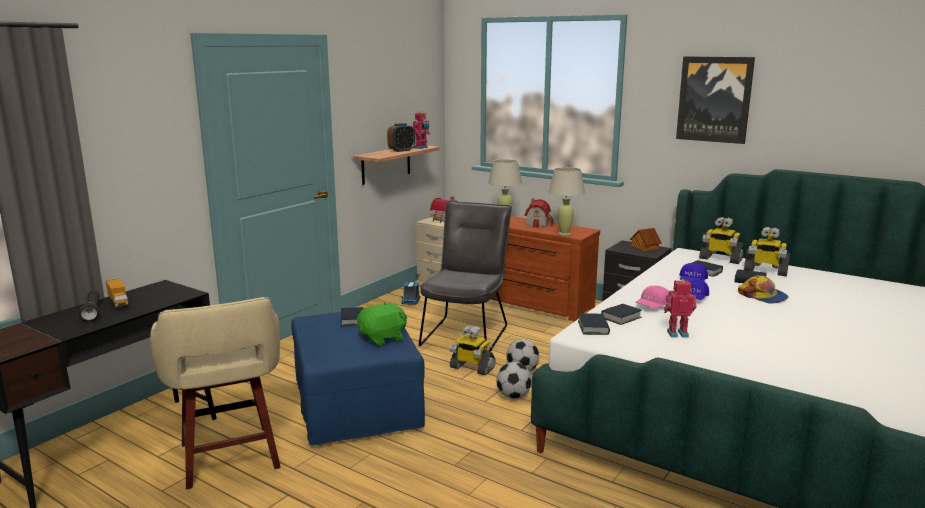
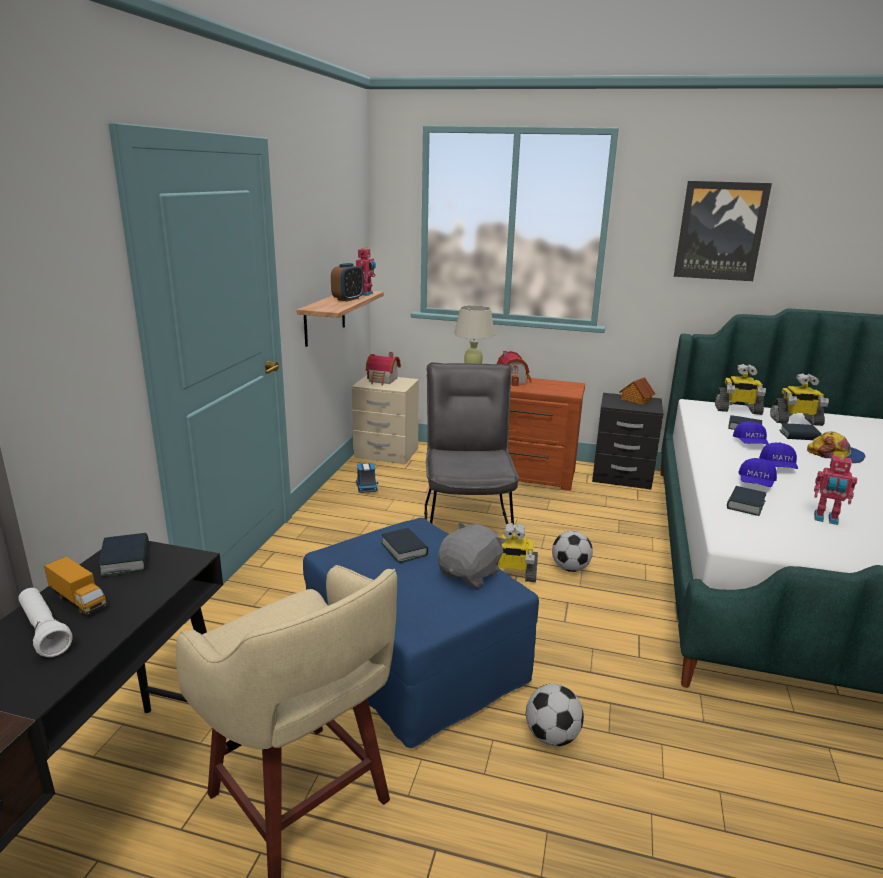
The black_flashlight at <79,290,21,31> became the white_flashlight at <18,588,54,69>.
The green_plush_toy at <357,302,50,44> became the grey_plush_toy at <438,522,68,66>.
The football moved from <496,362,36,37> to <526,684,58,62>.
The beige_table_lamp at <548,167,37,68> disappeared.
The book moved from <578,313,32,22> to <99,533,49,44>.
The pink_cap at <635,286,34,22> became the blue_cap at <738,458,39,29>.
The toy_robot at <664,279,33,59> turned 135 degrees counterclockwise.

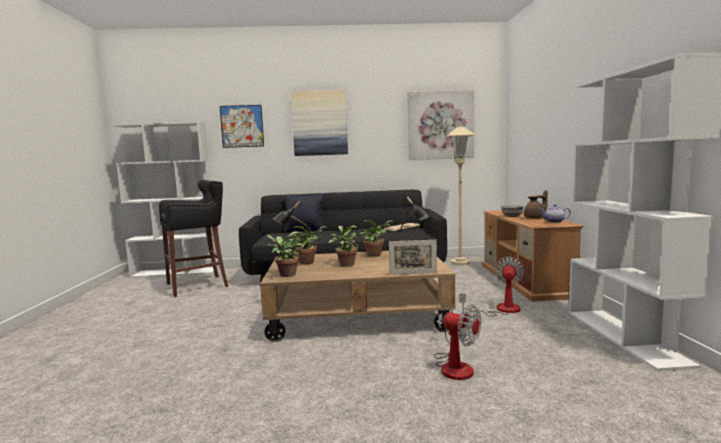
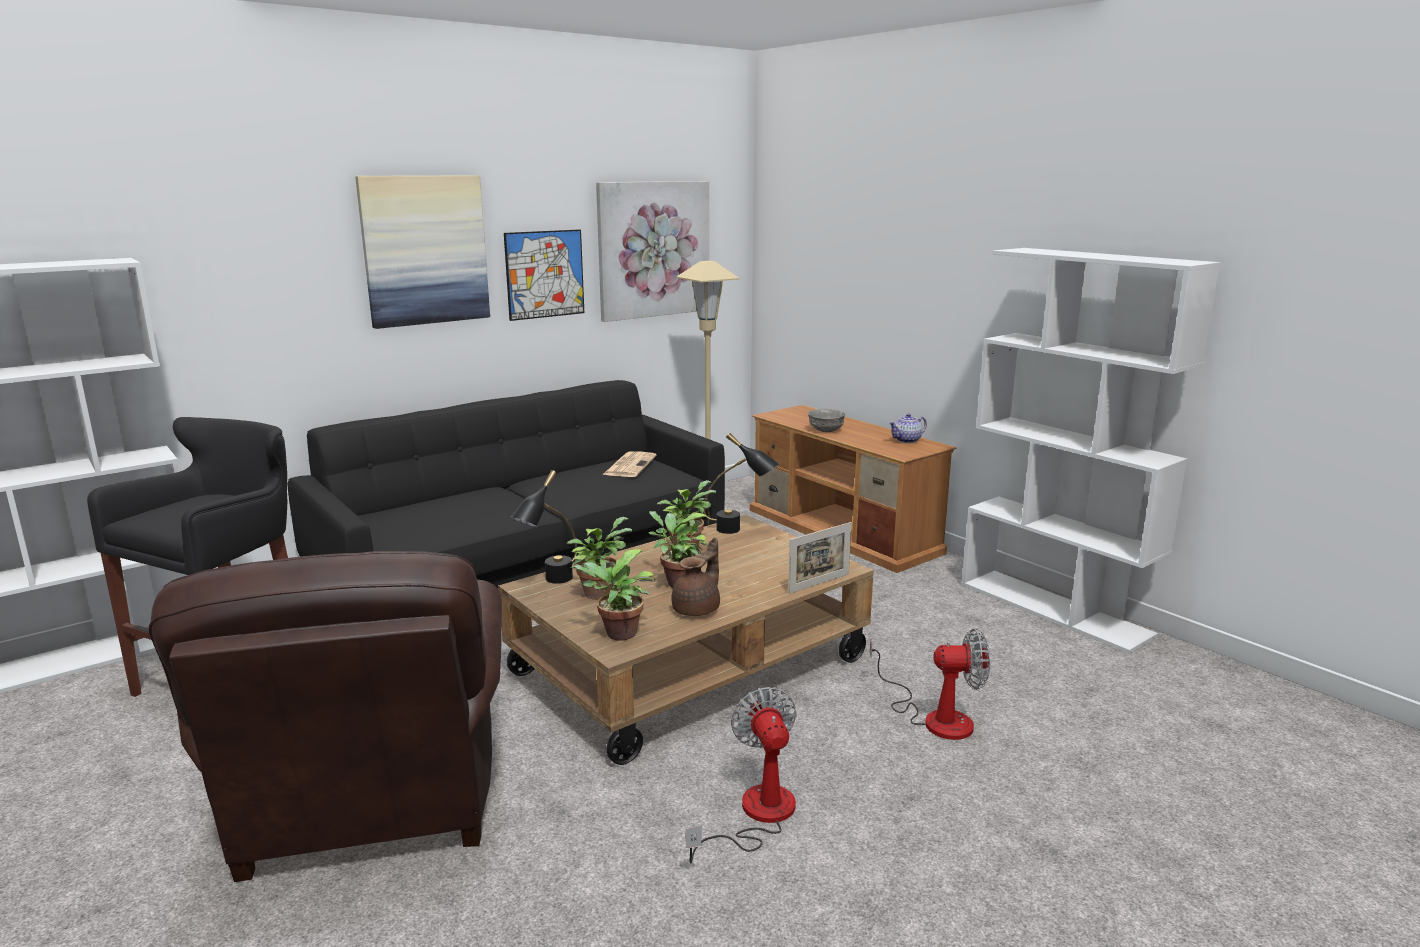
The picture moved from <220,105,44,43> to <504,229,80,92>.
The black_pillow at <284,194,41,38> disappeared.
The fan moved from <459,257,66,59> to <685,687,112,177>.
The brown_teapot moved from <524,190,24,29> to <671,537,49,79>.
The brown_armchair at <149,551,353,331> appeared.

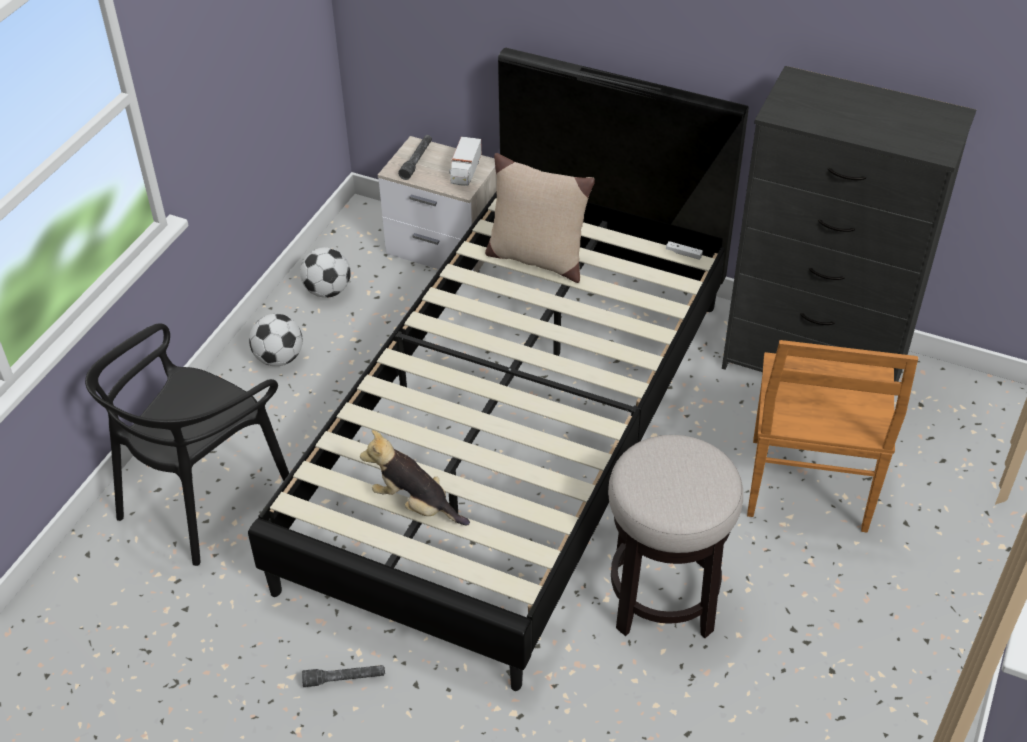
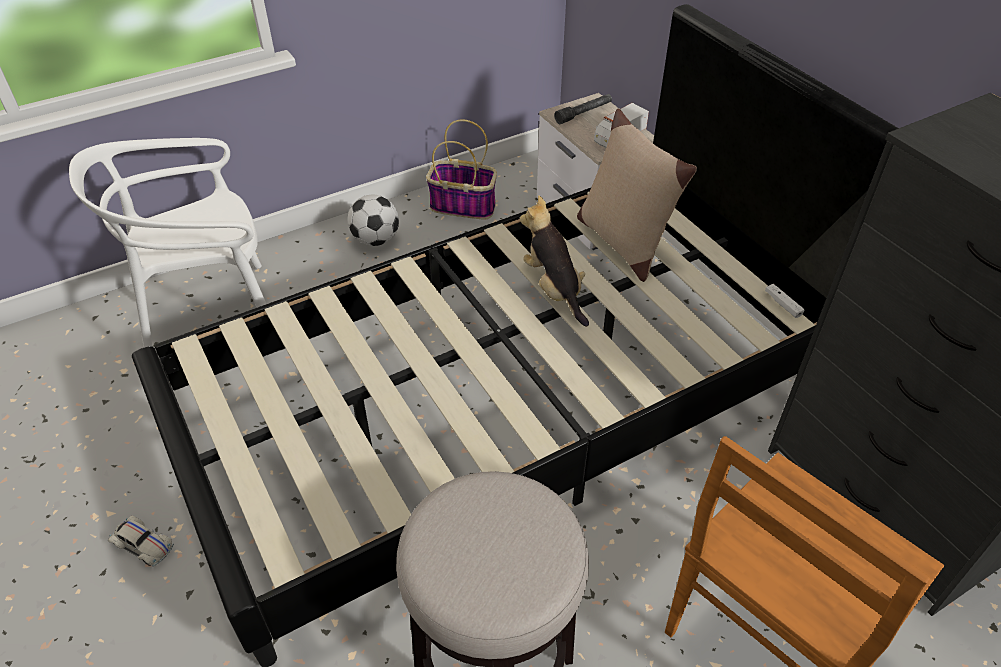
The black_chair at <85,323,204,243> became the white_chair at <69,138,197,210>.
The football at <300,247,51,51> was replaced by the basket at <426,119,71,100>.
The grey_flashlight at <302,665,83,22> was replaced by the white_toy_car at <108,515,66,52>.
The plush_toy moved from <360,430,110,95> to <520,195,69,132>.

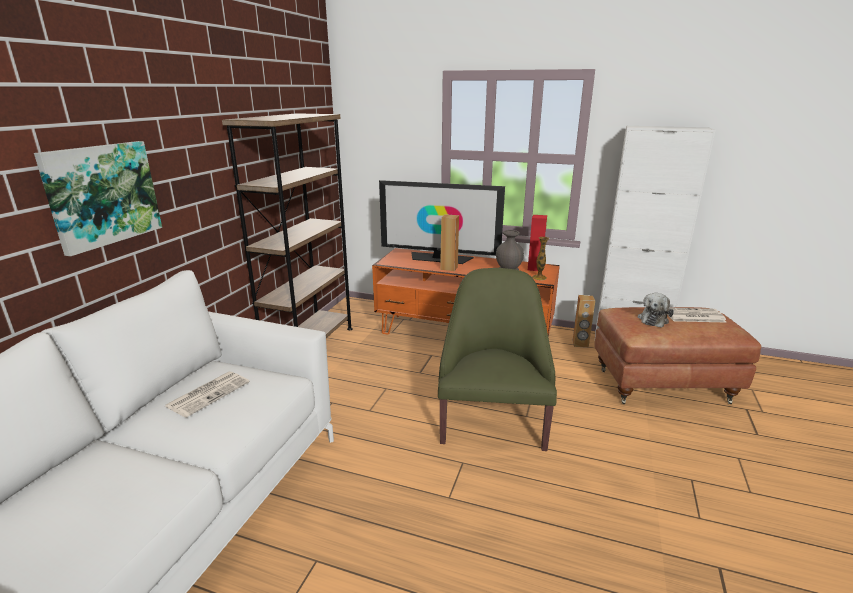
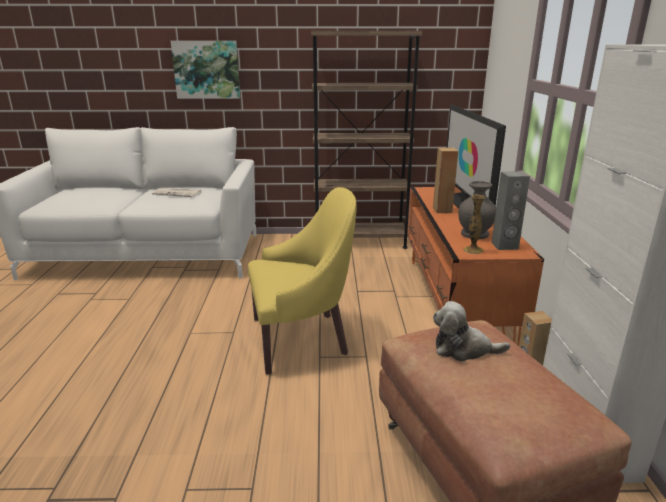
The green_armchair at <438,268,119,183> became the yellow_armchair at <248,187,109,188>.
The red_speaker at <528,215,19,56> became the grey_speaker at <492,171,38,79>.
The newspaper at <667,308,60,15> disappeared.

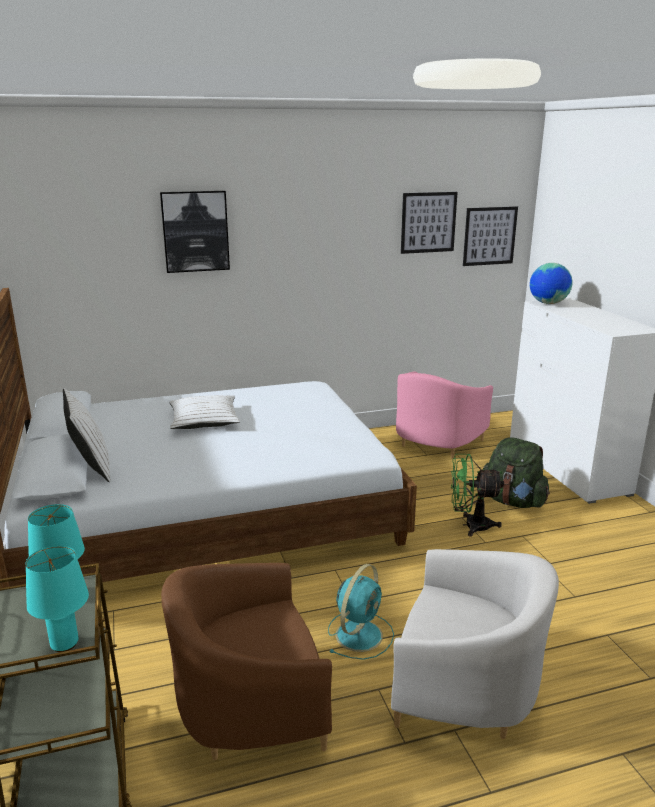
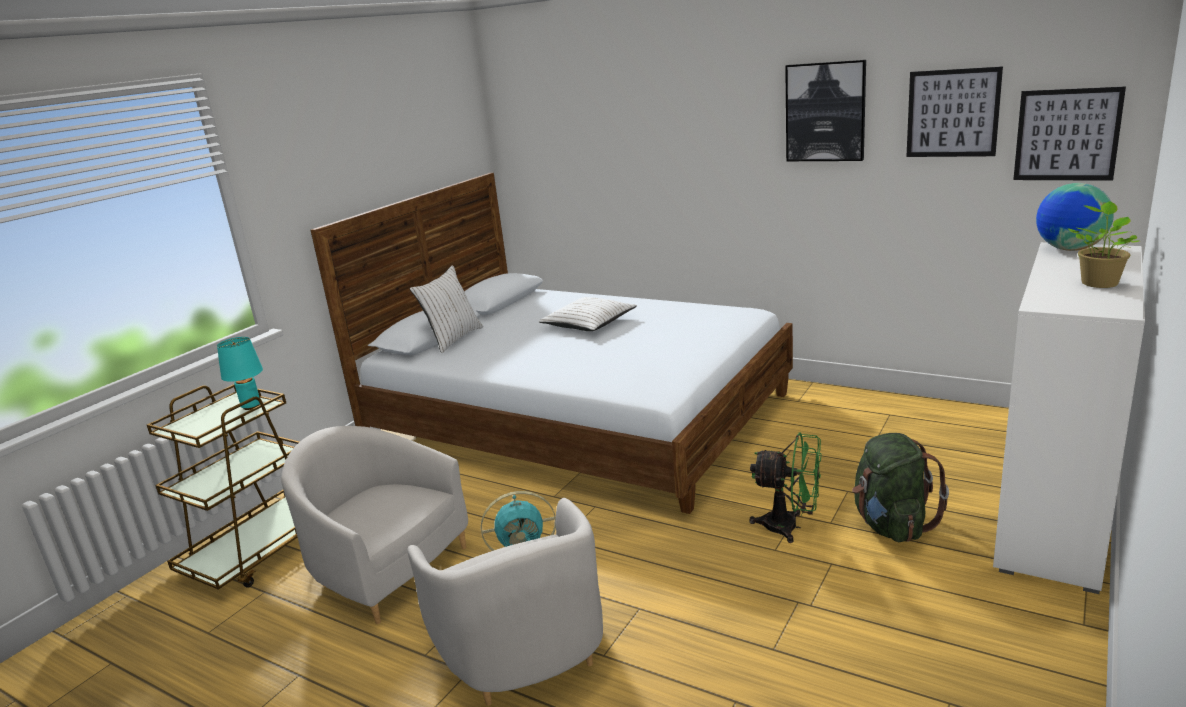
The turquoise_table_lamp at <25,545,64,107> disappeared.
The picture moved from <160,191,70,82> to <785,60,81,101>.
The brown_armchair at <161,563,171,197> became the white_armchair at <281,426,187,198>.
The pink_armchair at <396,372,97,87> disappeared.
The green_fan at <451,454,53,83> turned 150 degrees clockwise.
The potted_plant at <1067,201,73,87> appeared.

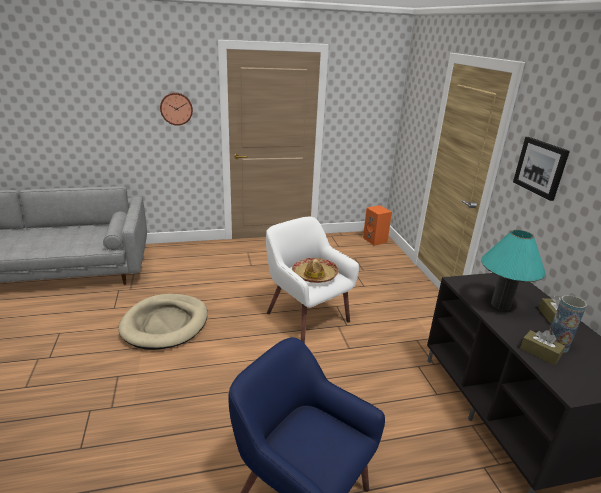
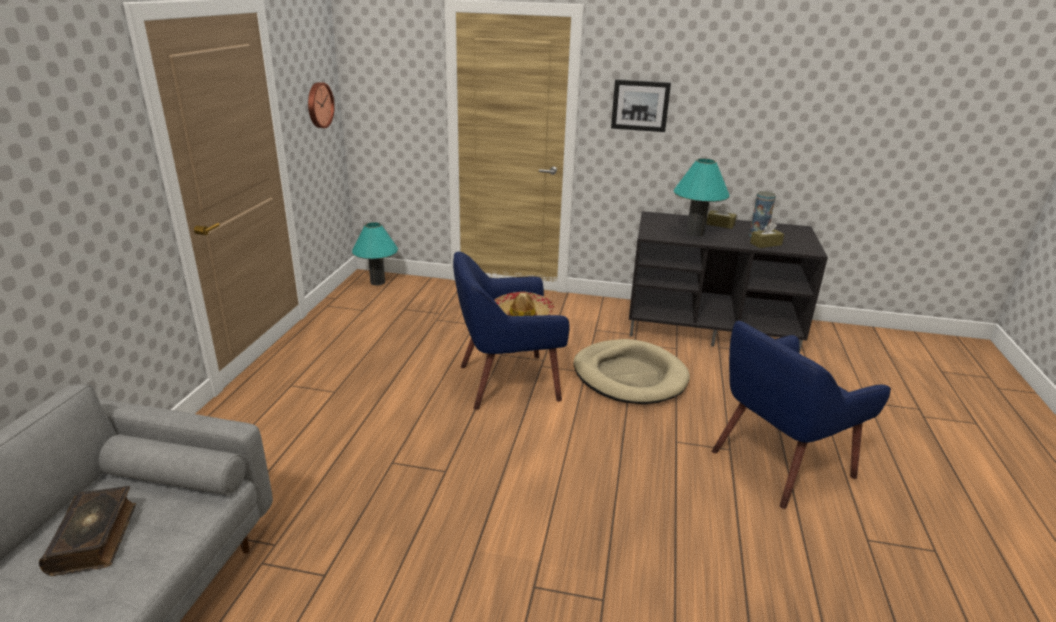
The beige_dog_bed moved from <118,294,89,56> to <573,339,117,65>.
The wall_clock moved from <160,92,33,34> to <308,82,27,46>.
The white_armchair at <266,217,93,127> became the blue_armchair at <453,252,117,158>.
The orange_speaker at <363,205,29,41> was replaced by the turquoise_table_lamp at <352,222,46,63>.
The book at <39,486,97,90> appeared.

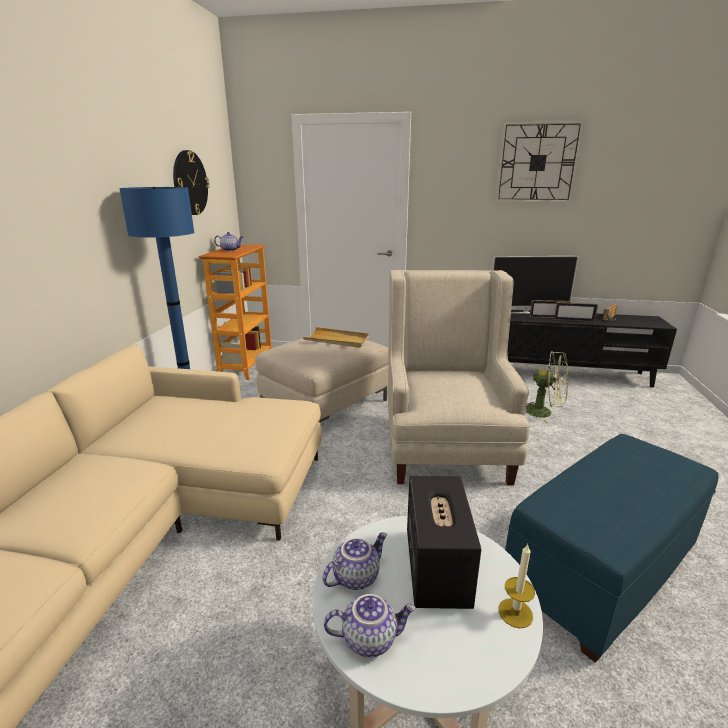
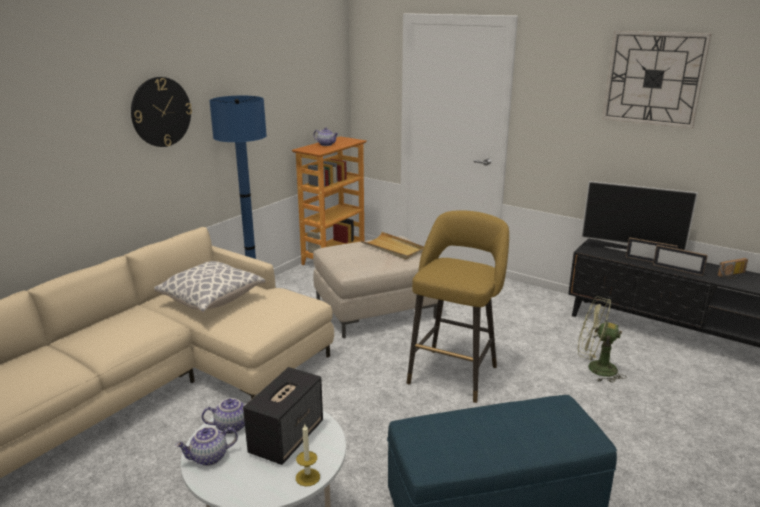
The wall_clock moved from <173,150,37,65> to <131,77,61,70>.
The teapot at <324,594,92,63> turned 135 degrees clockwise.
The beige_armchair at <388,270,142,216> was replaced by the yellow_stool at <407,211,102,192>.
The green_fan at <526,351,42,72> turned 150 degrees clockwise.
The pillow at <154,261,111,52> appeared.

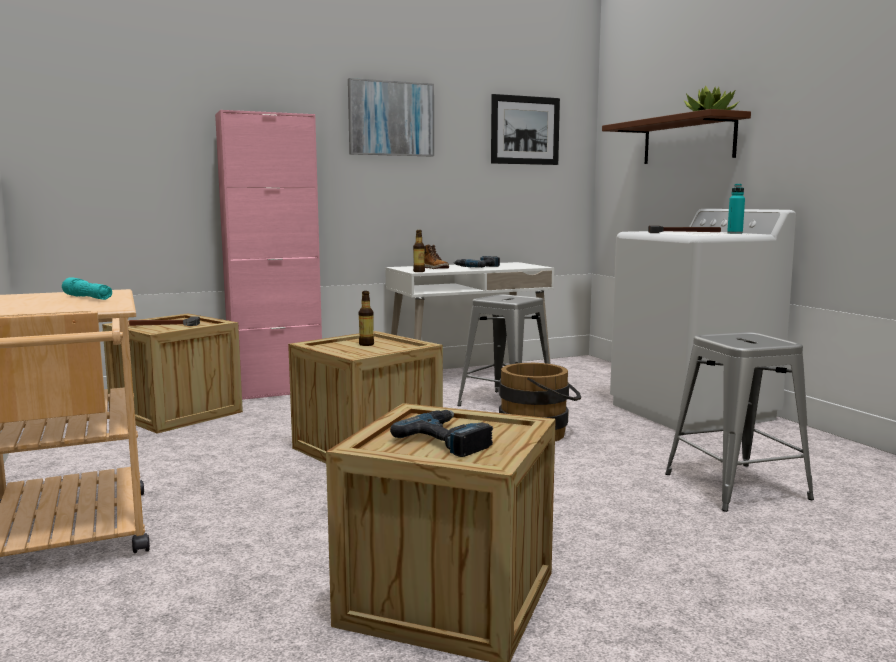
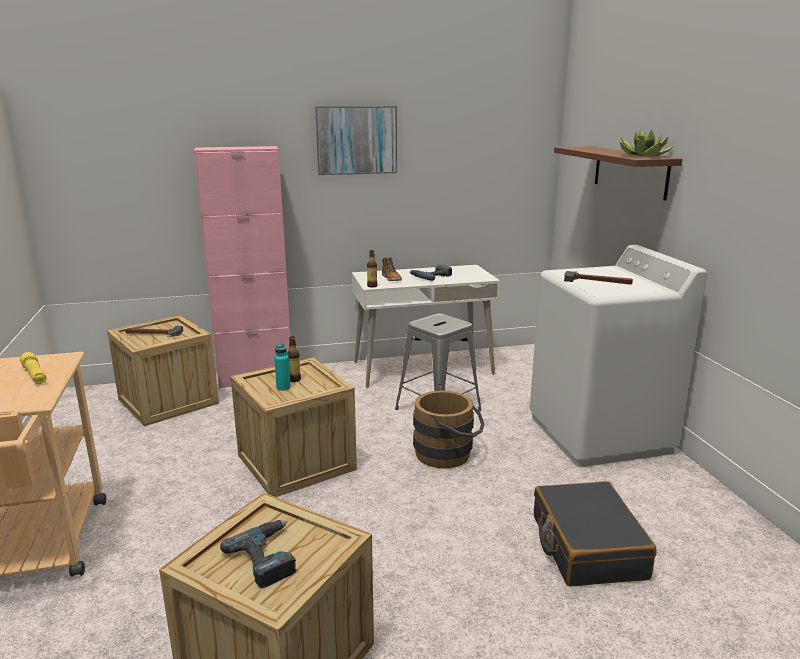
The turquoise_flashlight at <62,277,50,23> became the yellow_flashlight at <20,352,27,32>.
The picture at <491,94,69,71> disappeared.
The grey_stool at <665,332,149,180> was replaced by the black_suitcase at <534,481,123,105>.
The turquoise_bottle moved from <727,184,18,50> to <274,343,17,48>.

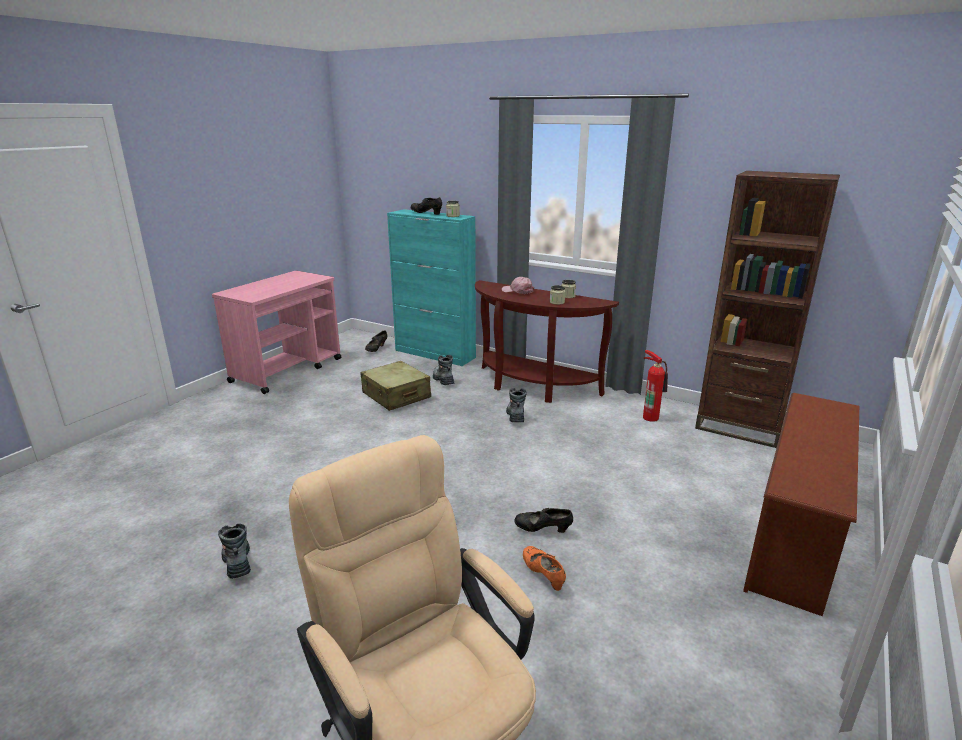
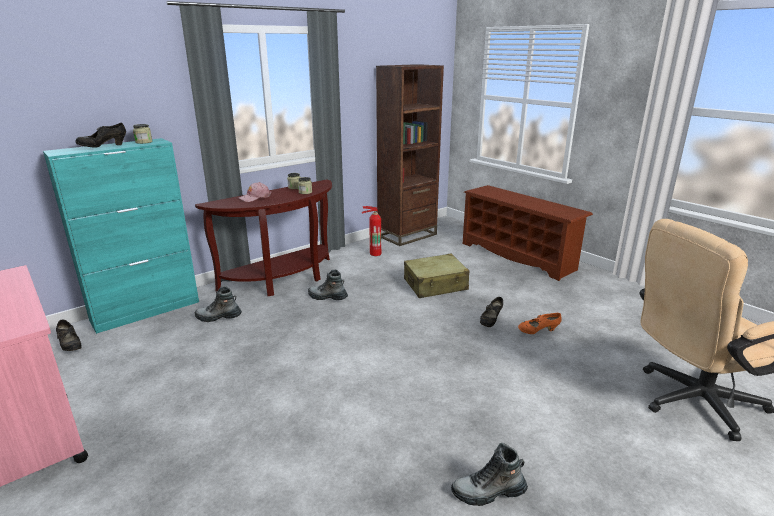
The beige_suitcase moved from <360,361,71,50> to <404,254,65,44>.

